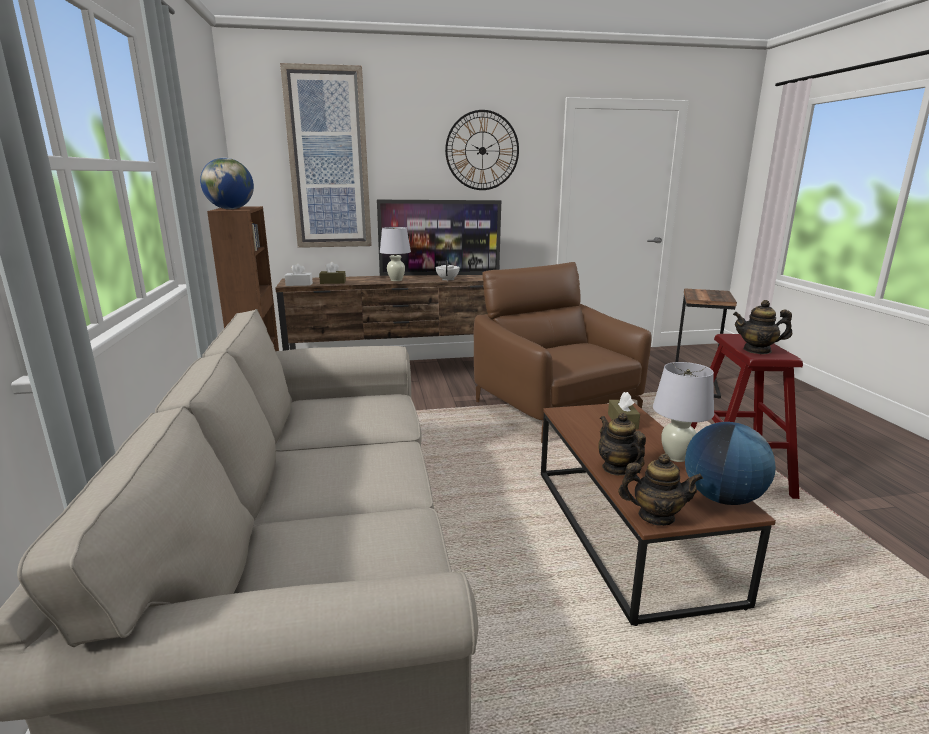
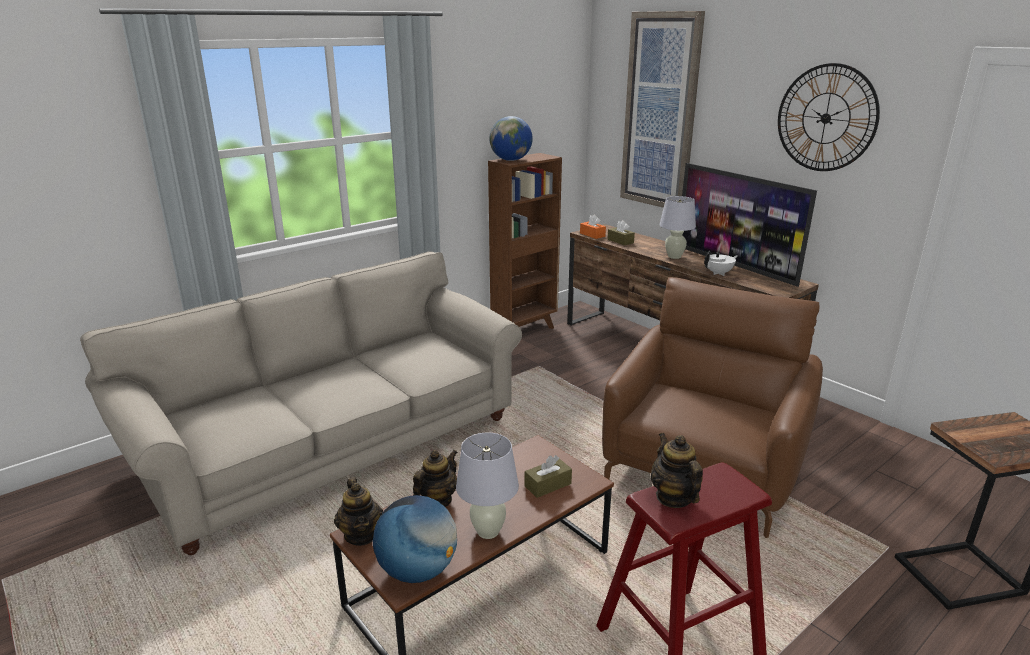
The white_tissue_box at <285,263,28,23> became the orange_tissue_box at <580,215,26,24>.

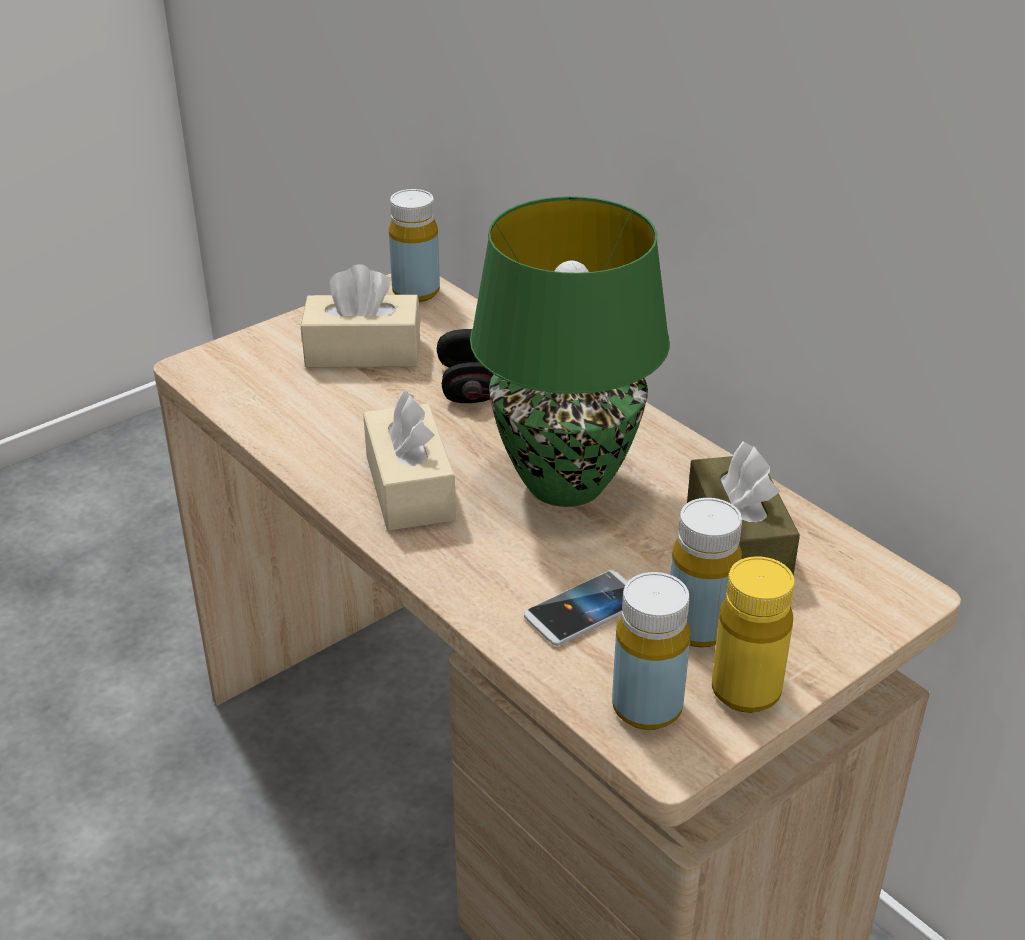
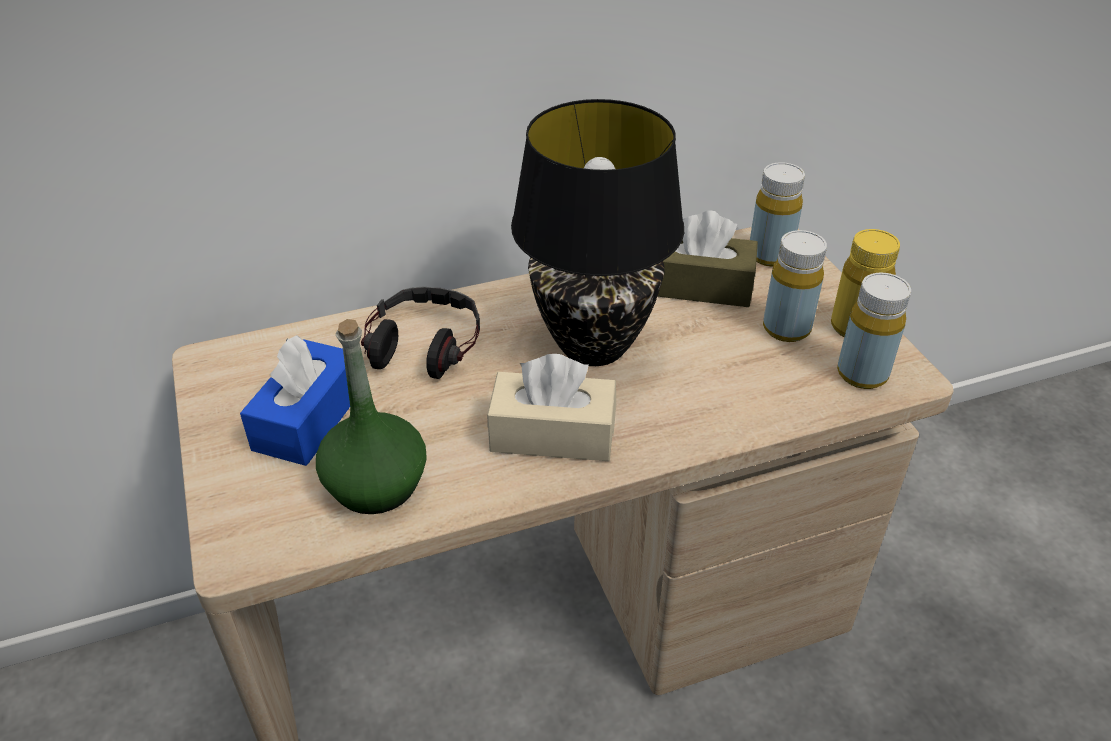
The beige_tissue_box at <301,264,120,104> became the blue_tissue_box at <240,335,110,131>.
The yellow_bottle moved from <389,189,51,113> to <750,162,55,105>.
The green_table_lamp at <470,196,200,311> became the black_table_lamp at <511,99,173,267>.
The phone at <524,571,104,75> disappeared.
The green_bottle at <316,319,111,195> appeared.

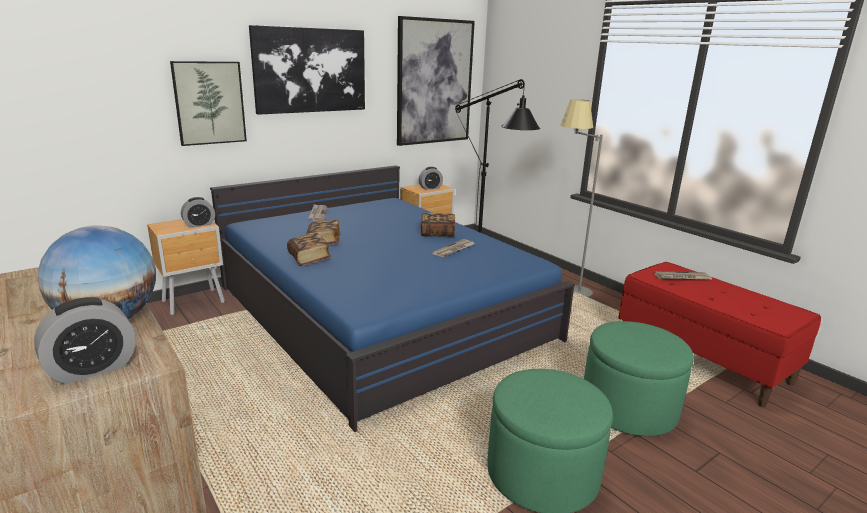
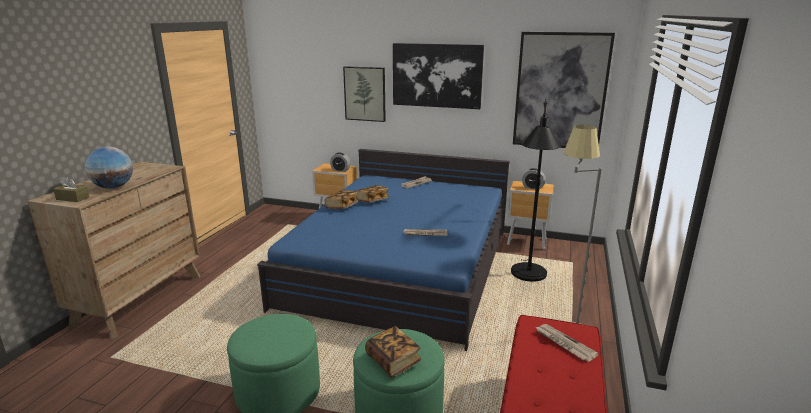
The alarm_clock at <34,297,102,87> was replaced by the brown_tissue_box at <53,177,36,25>.
The book moved from <421,213,35,24> to <365,326,57,51>.

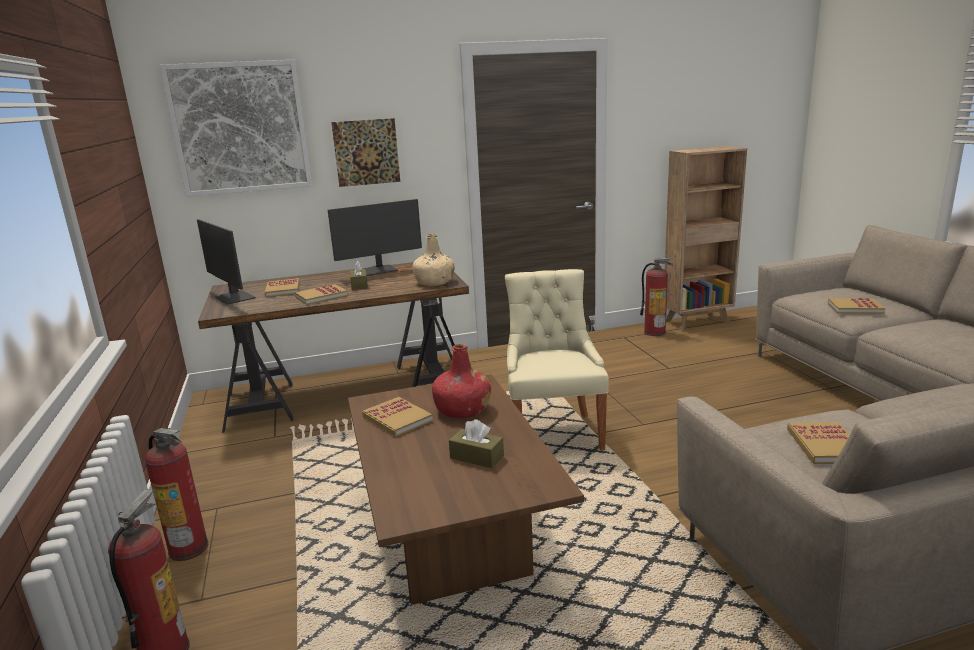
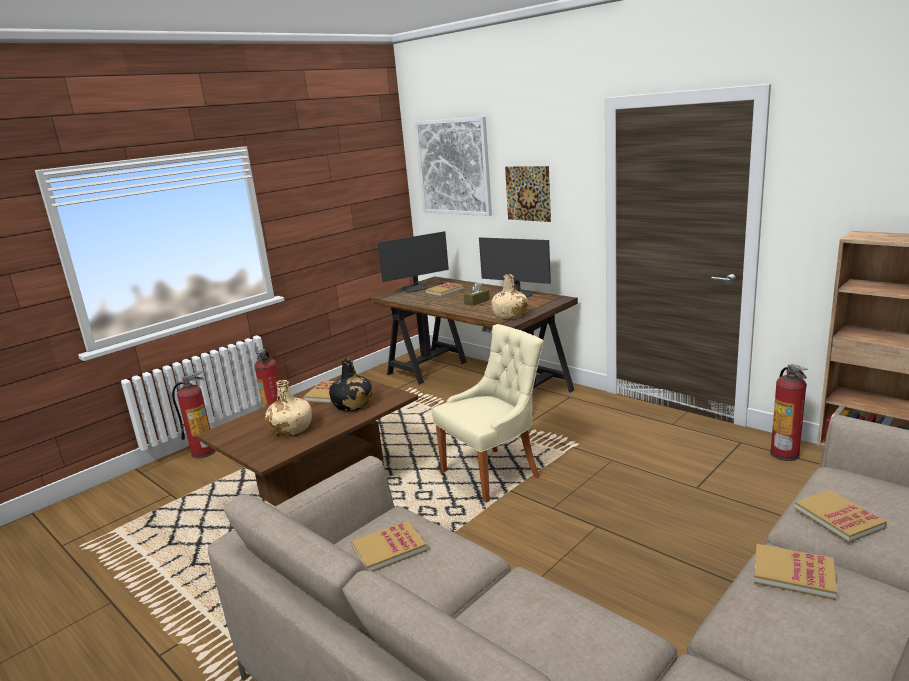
The monitor at <197,219,59,86> turned 135 degrees counterclockwise.
The book moved from <295,284,53,21> to <754,544,83,56>.
The red_bottle at <432,344,59,74> became the black_bottle at <329,358,43,53>.
The brown_tissue_box at <449,419,55,49> was replaced by the beige_bottle at <265,380,47,56>.

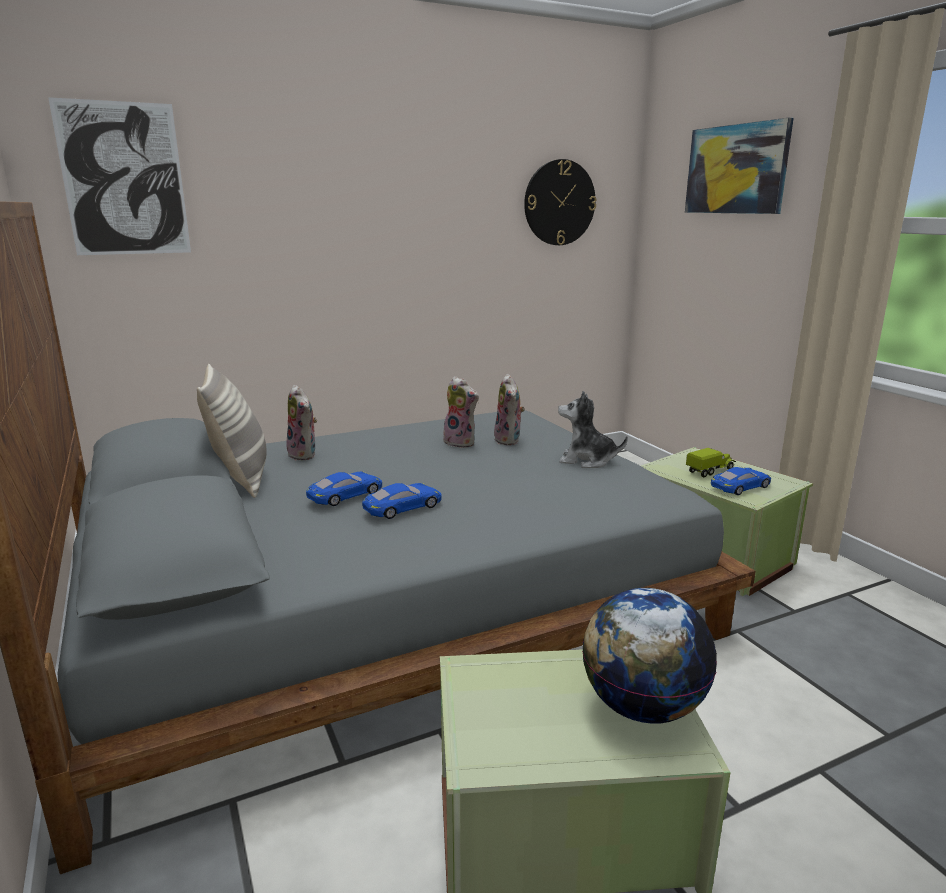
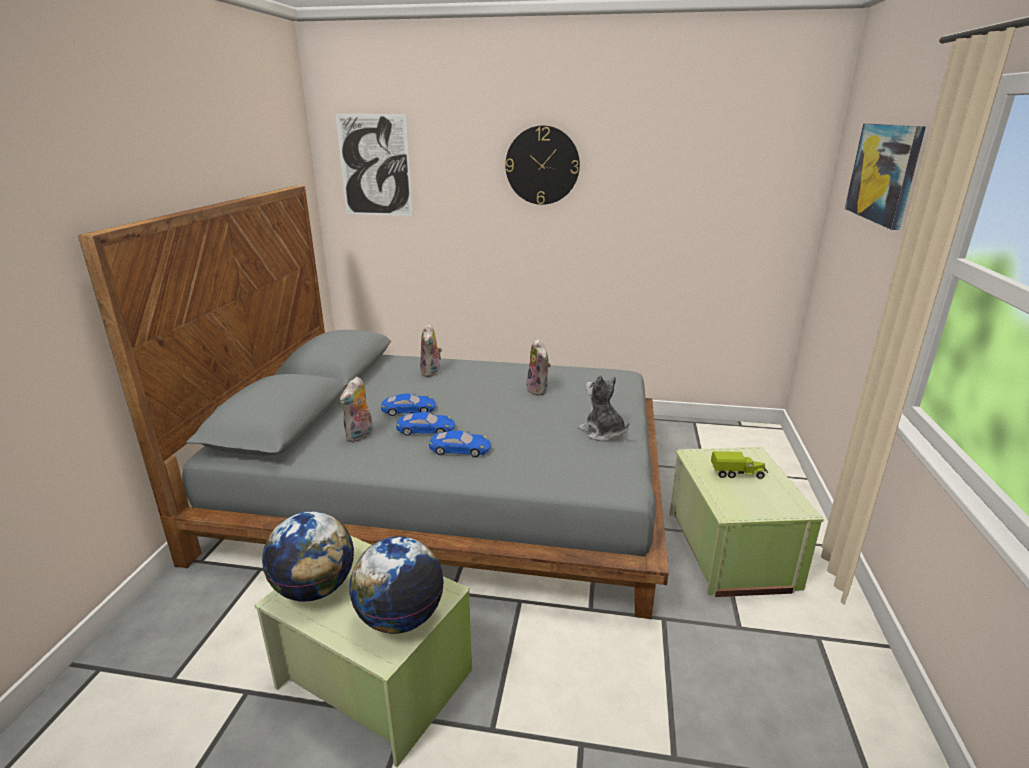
The pillow at <197,364,70,134> disappeared.
The plush_toy moved from <494,374,31,71> to <340,376,33,66>.
The wall_clock moved from <524,159,72,86> to <505,126,75,79>.
The blue_toy_car moved from <711,467,60,28> to <429,430,62,27>.
The globe at <262,511,92,91> appeared.

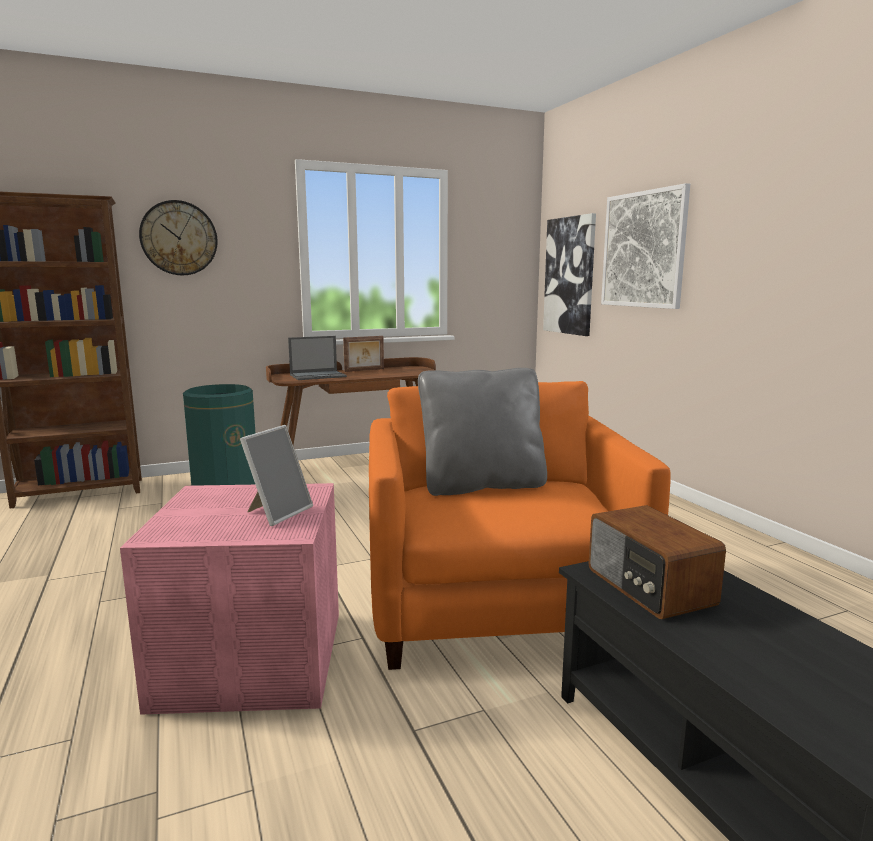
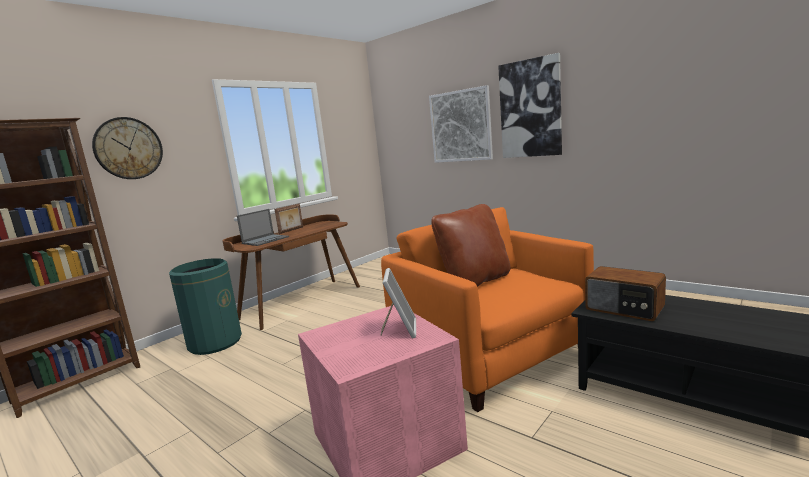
The grey_pillow at <418,368,129,128> became the brown_pillow at <431,204,80,83>.
The picture moved from <543,213,53,123> to <498,53,64,105>.

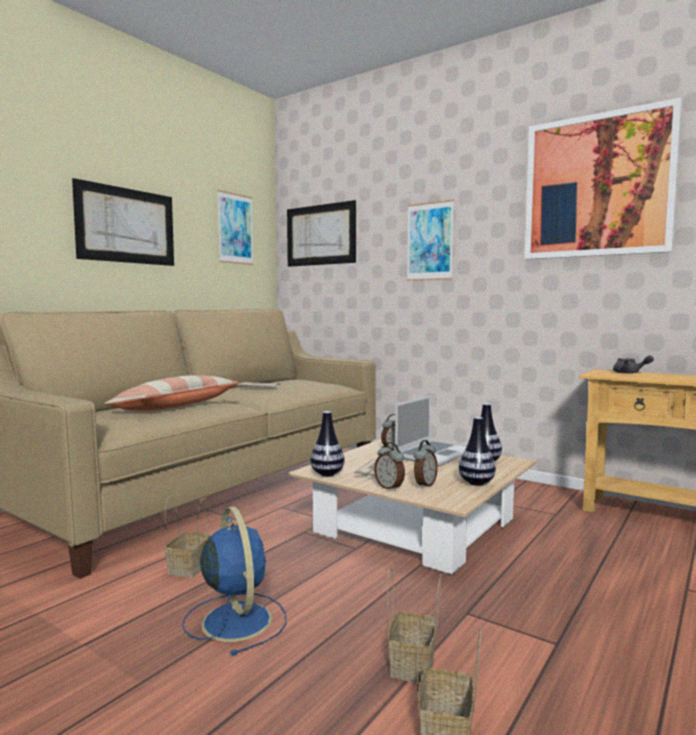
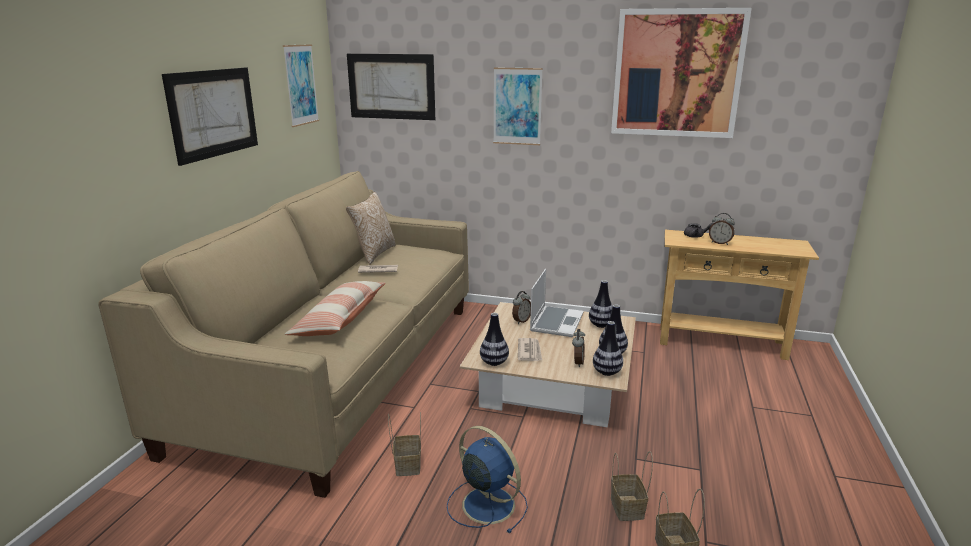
The alarm_clock moved from <374,442,31,49> to <709,213,26,32>.
The pillow at <346,192,50,73> appeared.
The vase at <593,321,30,55> appeared.

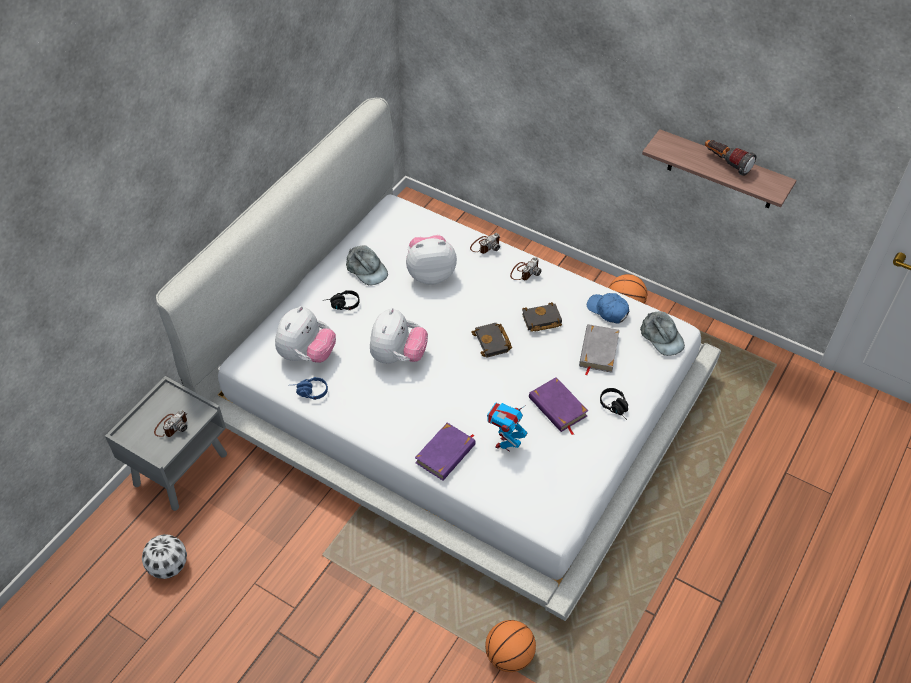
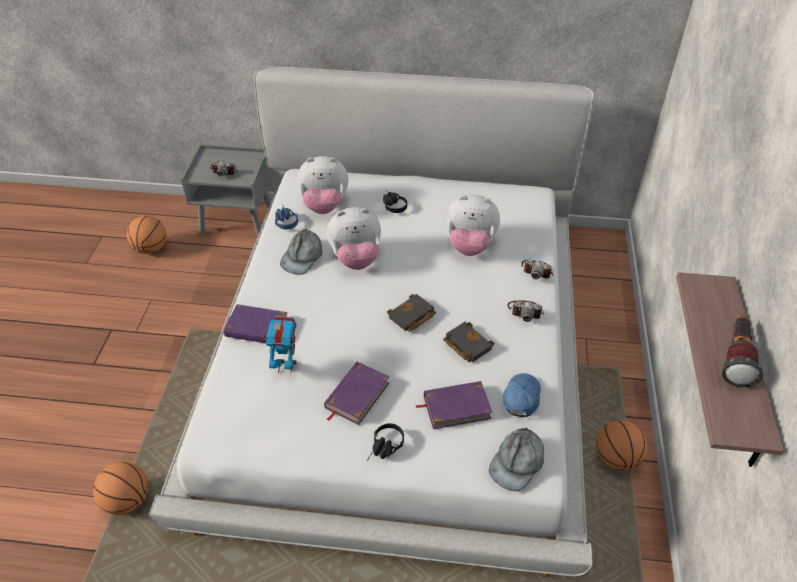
The football at <142,534,45,45> was replaced by the basketball at <127,216,39,38>.
The grey_cap moved from <346,245,42,40> to <280,229,42,46>.
The plush_toy at <406,235,51,50> turned 135 degrees clockwise.
The grey_book at <579,324,40,51> became the purple_book at <415,381,77,48>.

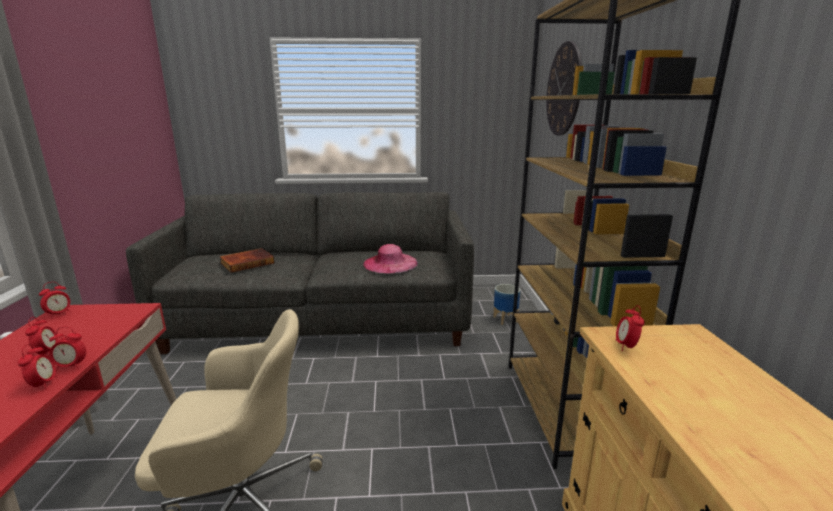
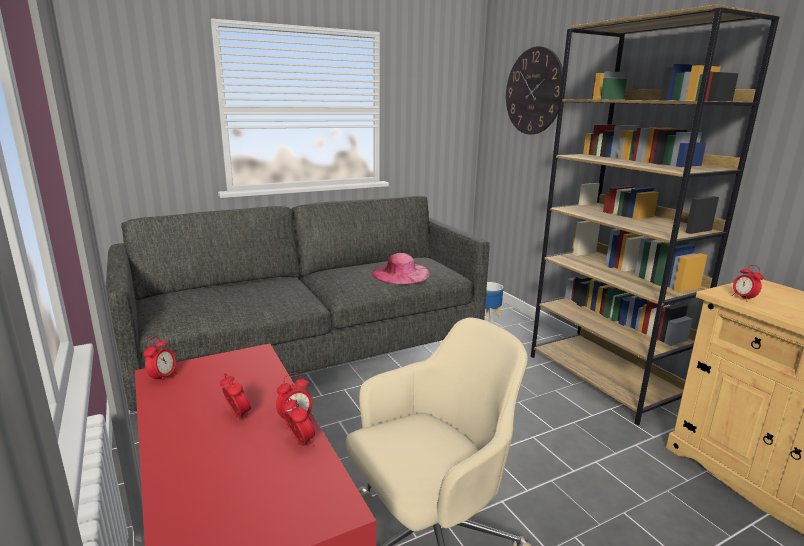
The book at <220,248,55,25> disappeared.

